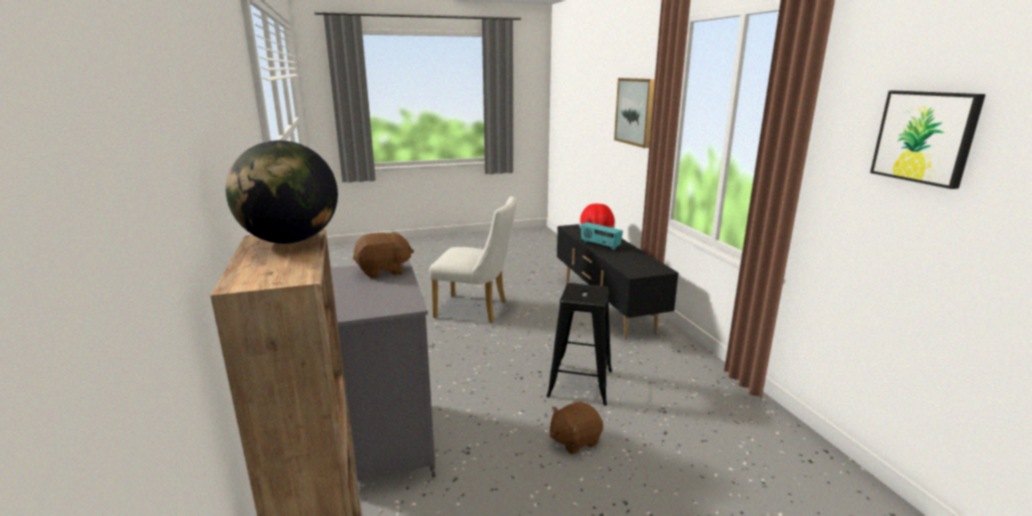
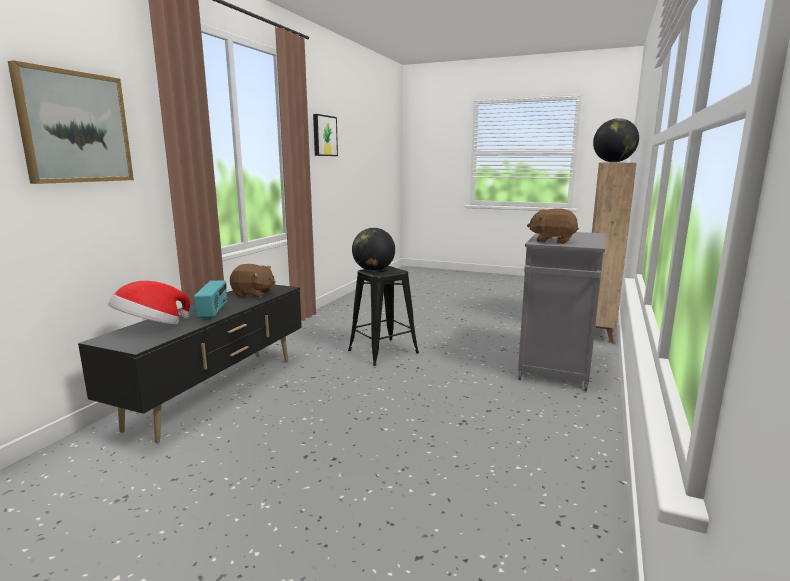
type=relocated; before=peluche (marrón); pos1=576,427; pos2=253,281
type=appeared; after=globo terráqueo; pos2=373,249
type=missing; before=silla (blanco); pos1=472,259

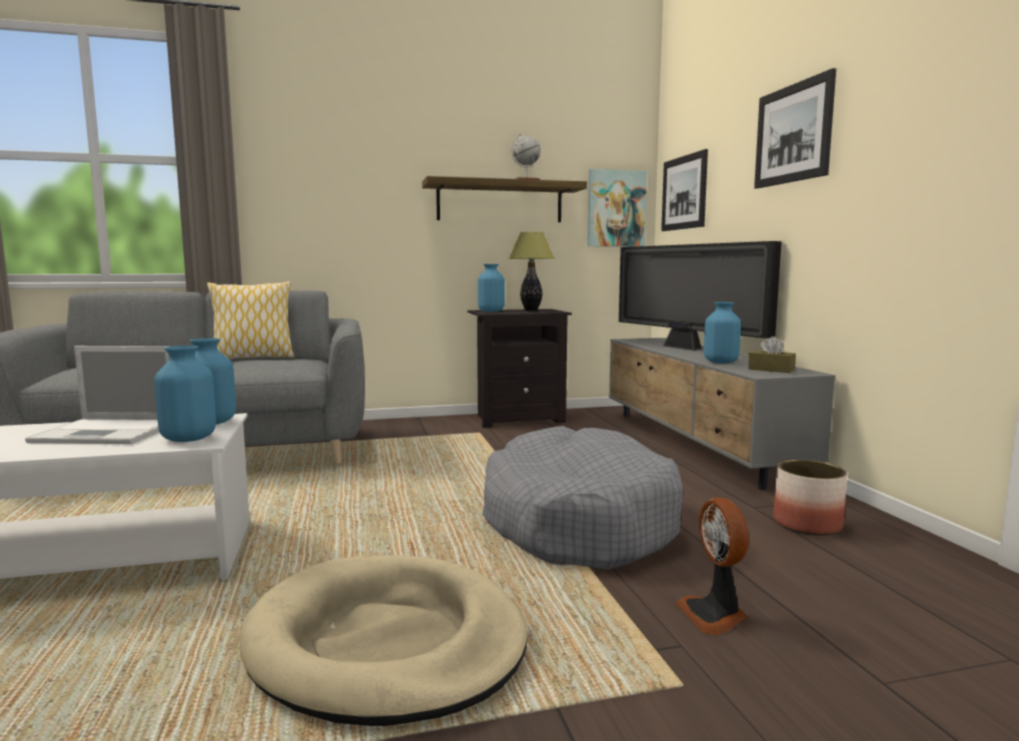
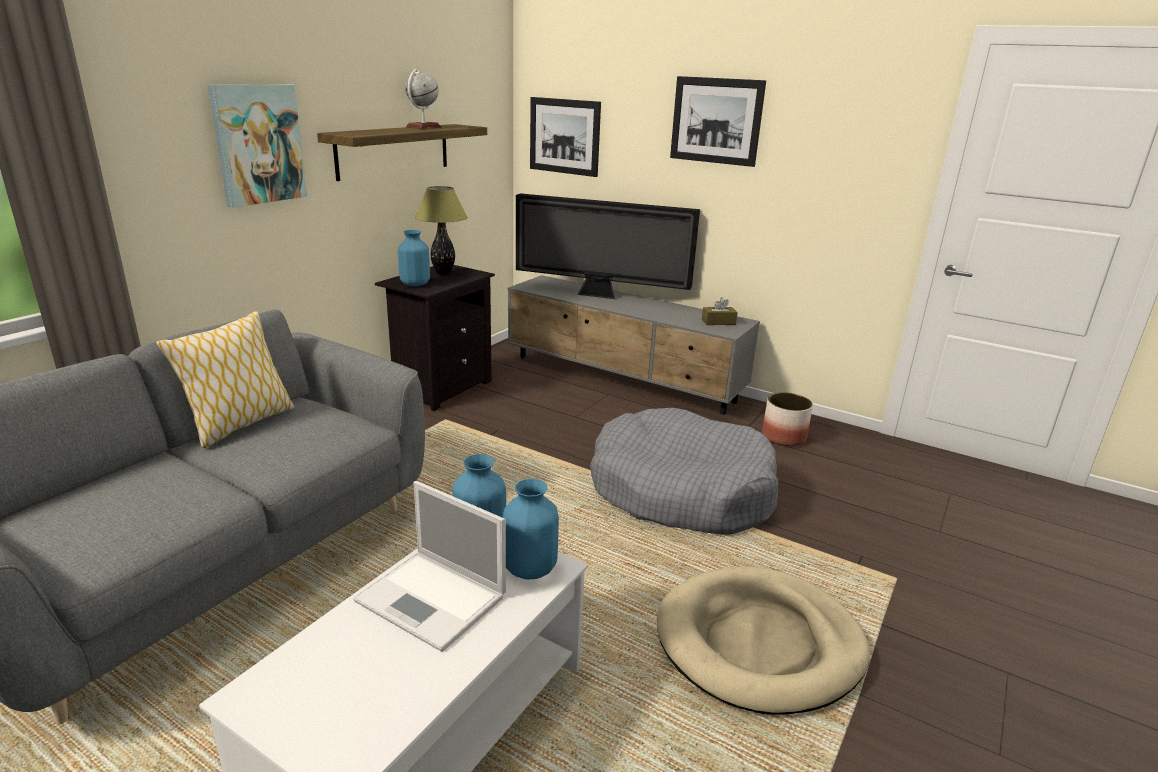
type=relocated; before=cuadro; pos1=617,208; pos2=257,146
type=spun; before=portátil; pos1=98,395; pos2=429,566; turn=75
type=missing; before=ventilador; pos1=712,566
type=missing; before=florero (azul); pos1=722,332

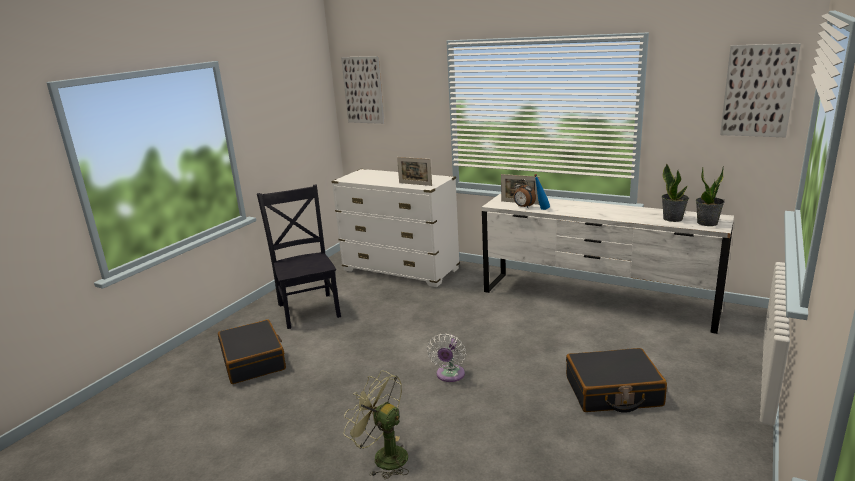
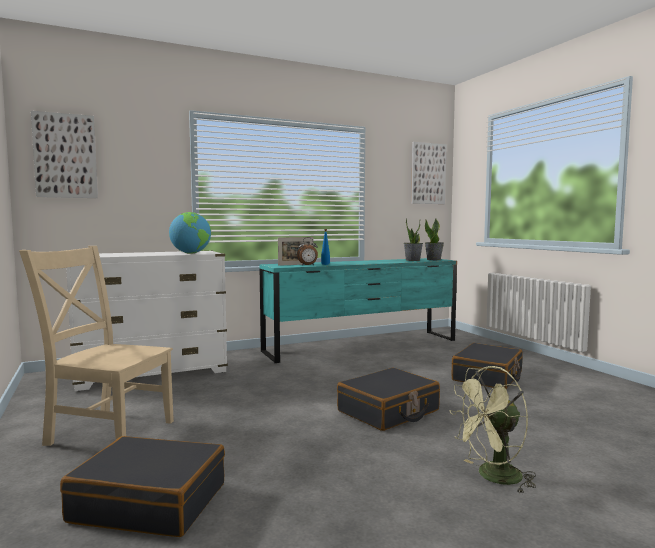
type=colour; before=silla (negro); after=silla (beis); pos1=299,256; pos2=96,346
type=exchanged; before=portarretratos; after=globo terráqueo; pos1=414,171; pos2=190,233
type=colour; before=cómoda (blanco); after=cómoda (turquesa); pos1=608,264; pos2=358,310
type=exchanged; before=ventilador (blanco); after=maleta (negro); pos1=446,358; pos2=388,399

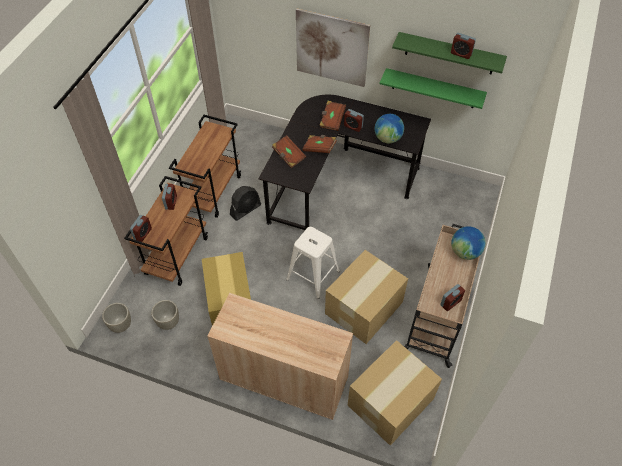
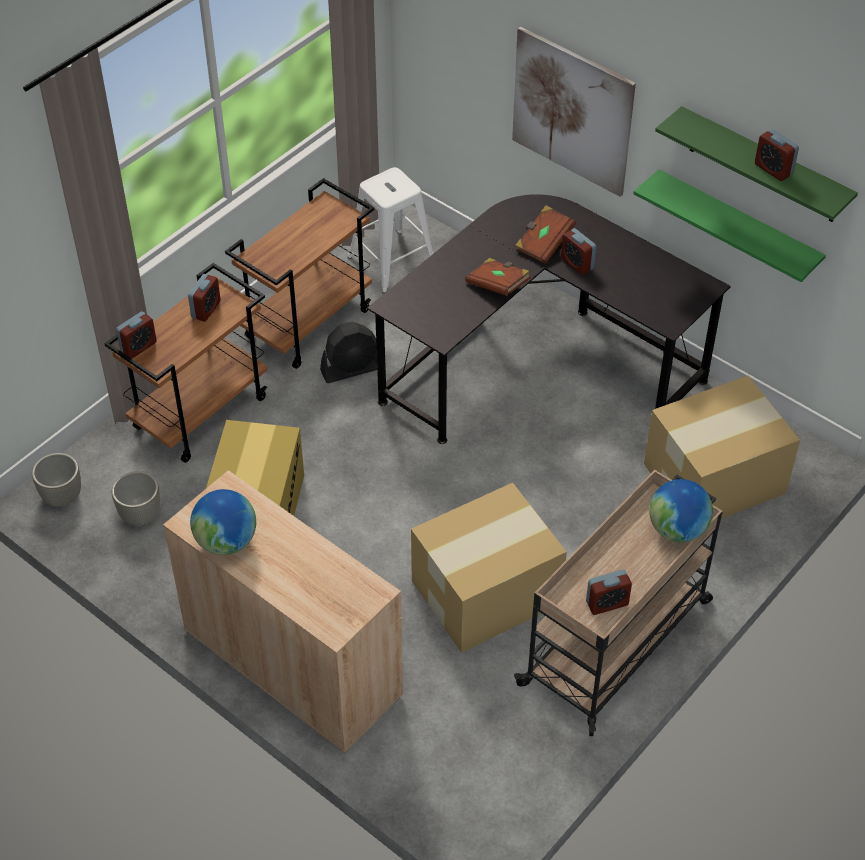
type=relocated; before=globo terráqueo; pos1=389,128; pos2=223,522
type=relocated; before=taburete (blanco); pos1=313,263; pos2=390,230
type=relocated; before=caja de cartón; pos1=395,393; pos2=722,447
type=missing; before=libro (marrón); pos1=289,151

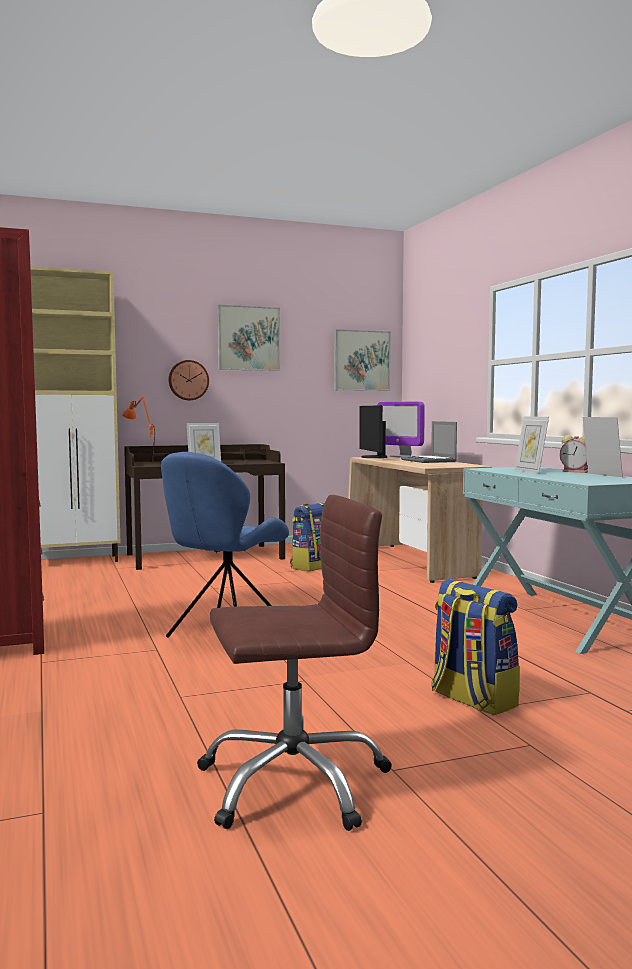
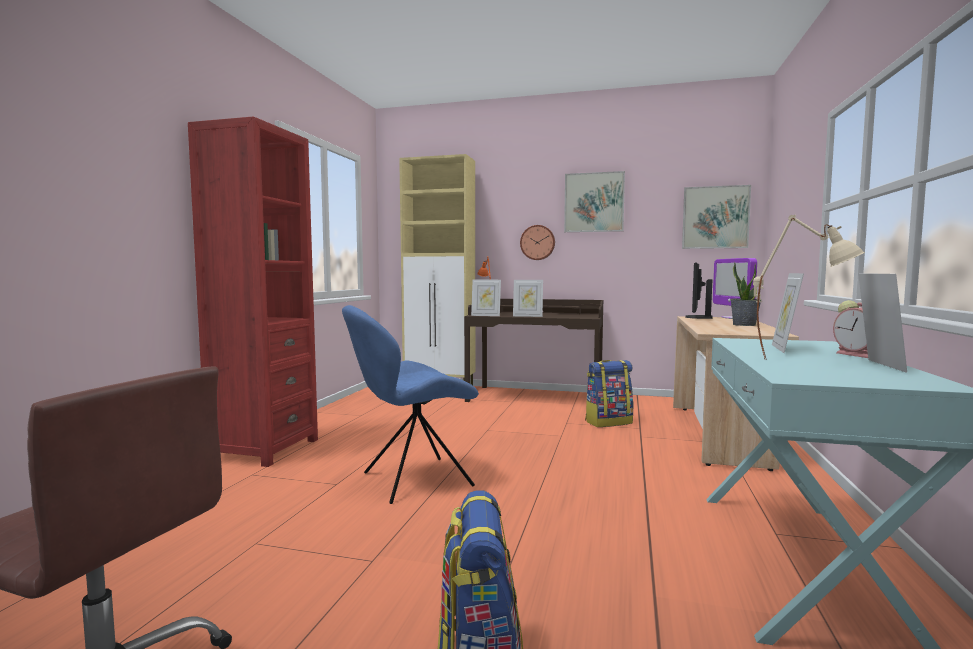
type=appeared; after=portarretratos; pos2=486,298
type=exchanged; before=portátil; after=planta en maceta; pos1=429,442; pos2=745,294
type=appeared; after=lámpara de mesa (beis); pos2=809,287

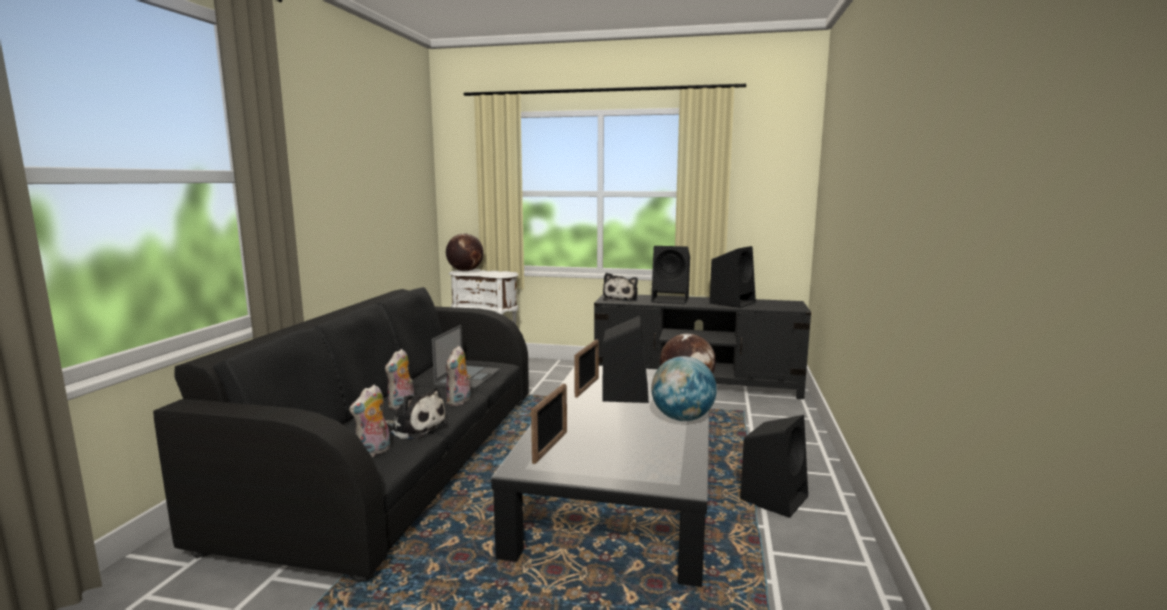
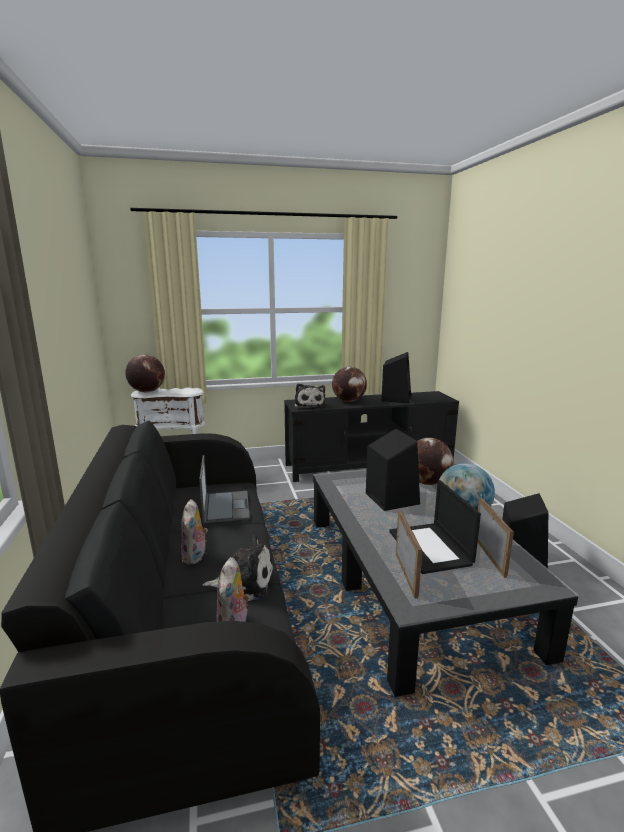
type=exchanged; before=altavoz (negro); after=globo terráqueo; pos1=670,275; pos2=349,384
type=appeared; after=portátil; pos2=435,527
type=relocated; before=portarretratos; pos1=587,369; pos2=496,537
type=missing; before=peluche; pos1=458,376

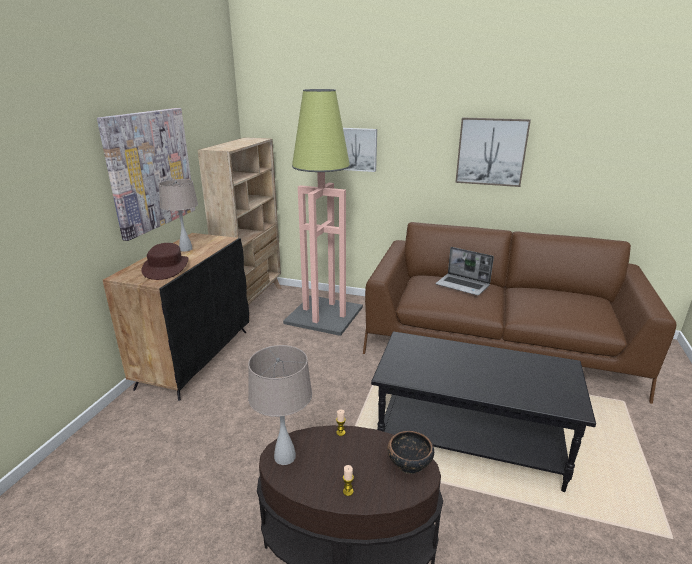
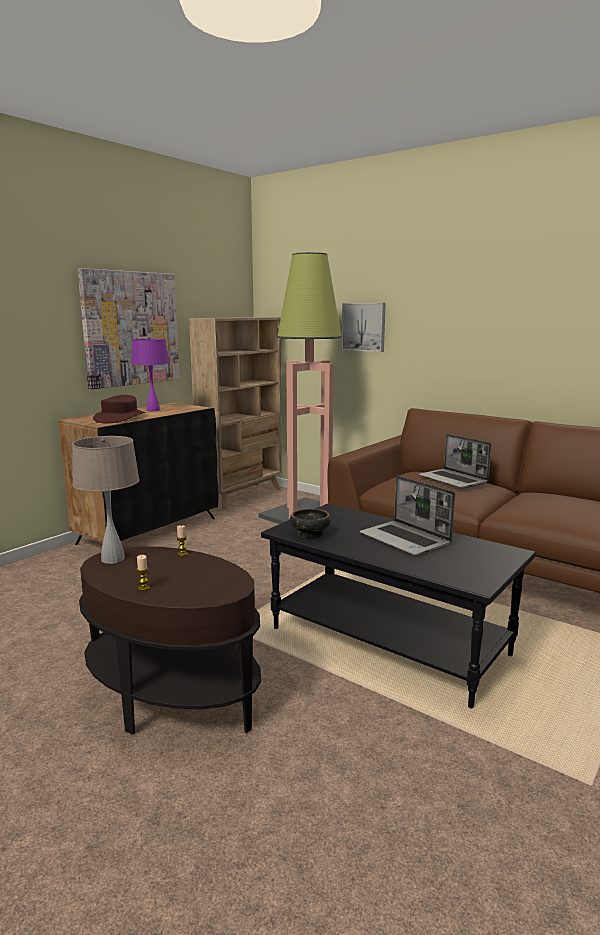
type=colour; before=lámpara de mesa (beis); after=lámpara de mesa (morado); pos1=178,215; pos2=150,374
type=relocated; before=cuenco; pos1=410,452; pos2=310,523
type=appeared; after=portátil; pos2=407,516
type=missing; before=cuadro; pos1=493,152

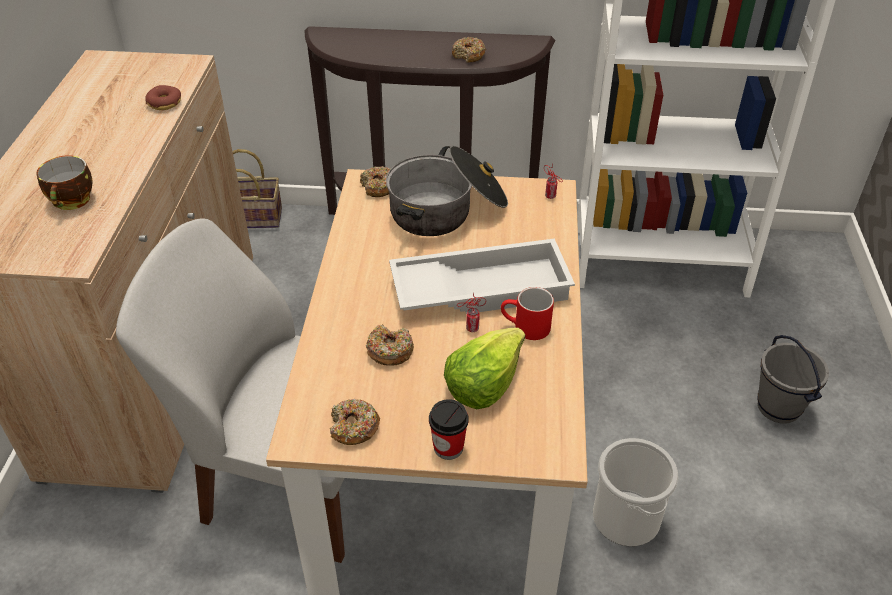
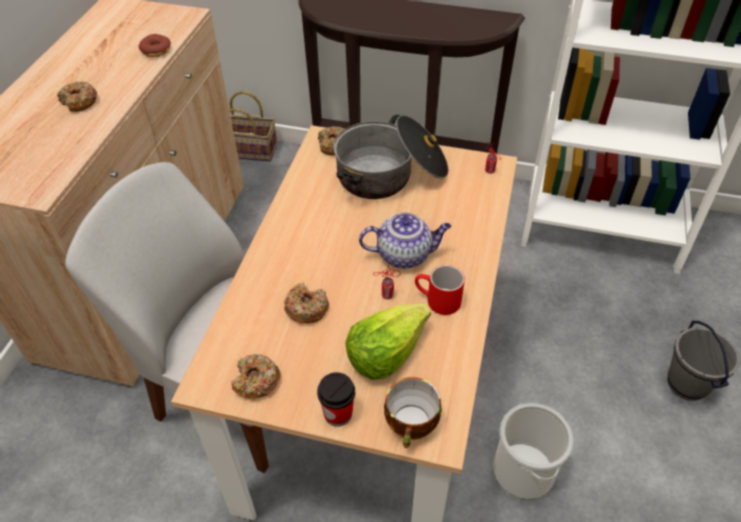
type=relocated; before=rosquilla; pos1=469,50; pos2=77,96
type=exchanged; before=bandeja (blanco); after=tetera; pos1=482,276; pos2=405,240
type=relocated; before=taza; pos1=64,182; pos2=413,412

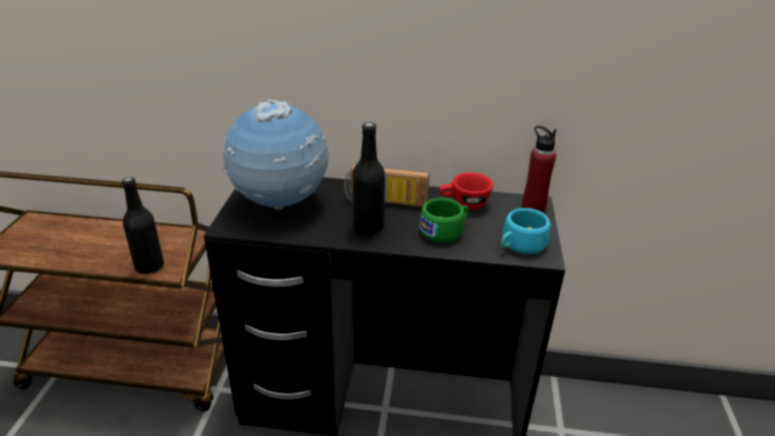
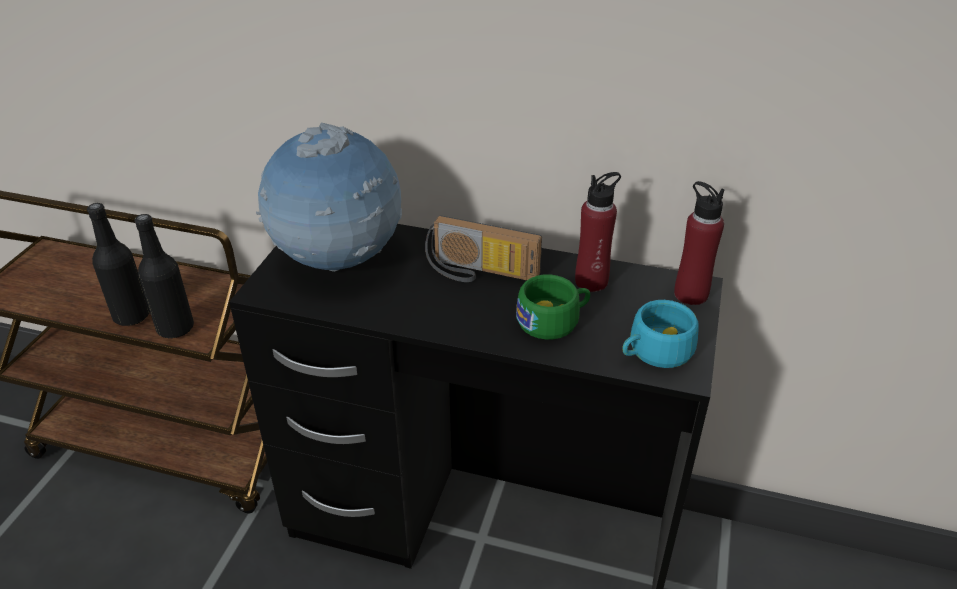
type=relocated; before=botella (negro); pos1=368,179; pos2=118,264
type=exchanged; before=taza (rojo); after=botella (rojo); pos1=466,191; pos2=598,232

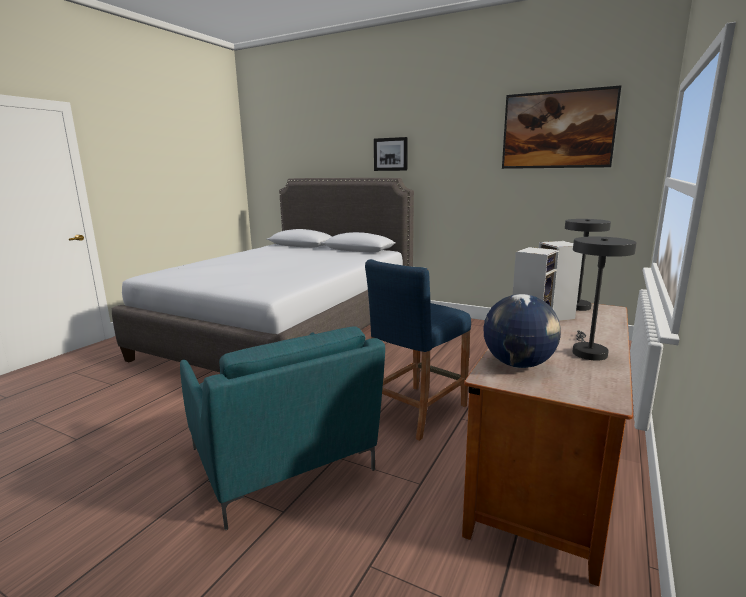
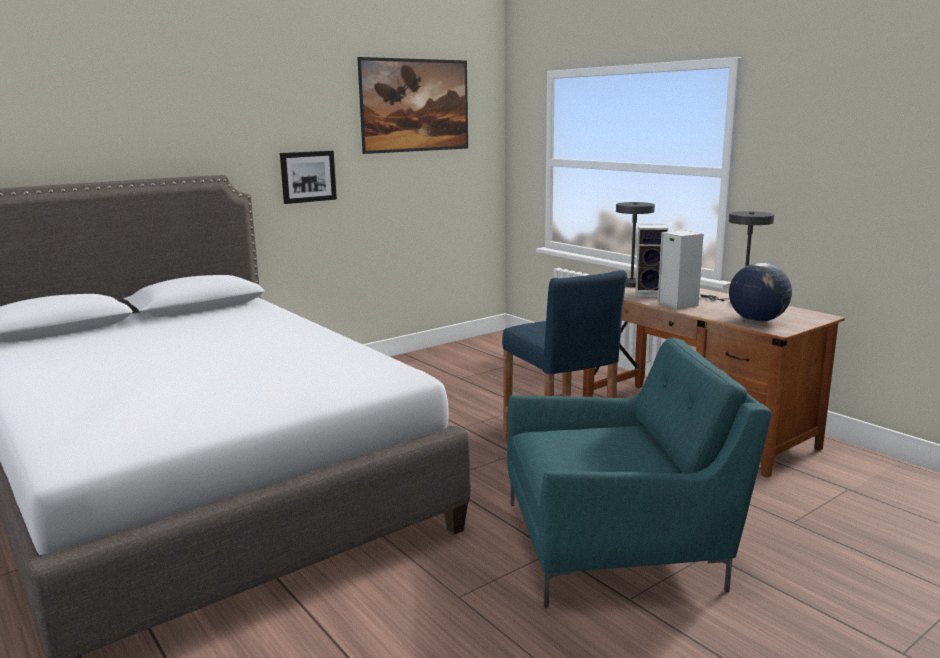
type=relocated; before=cuadro; pos1=391,154; pos2=308,177

